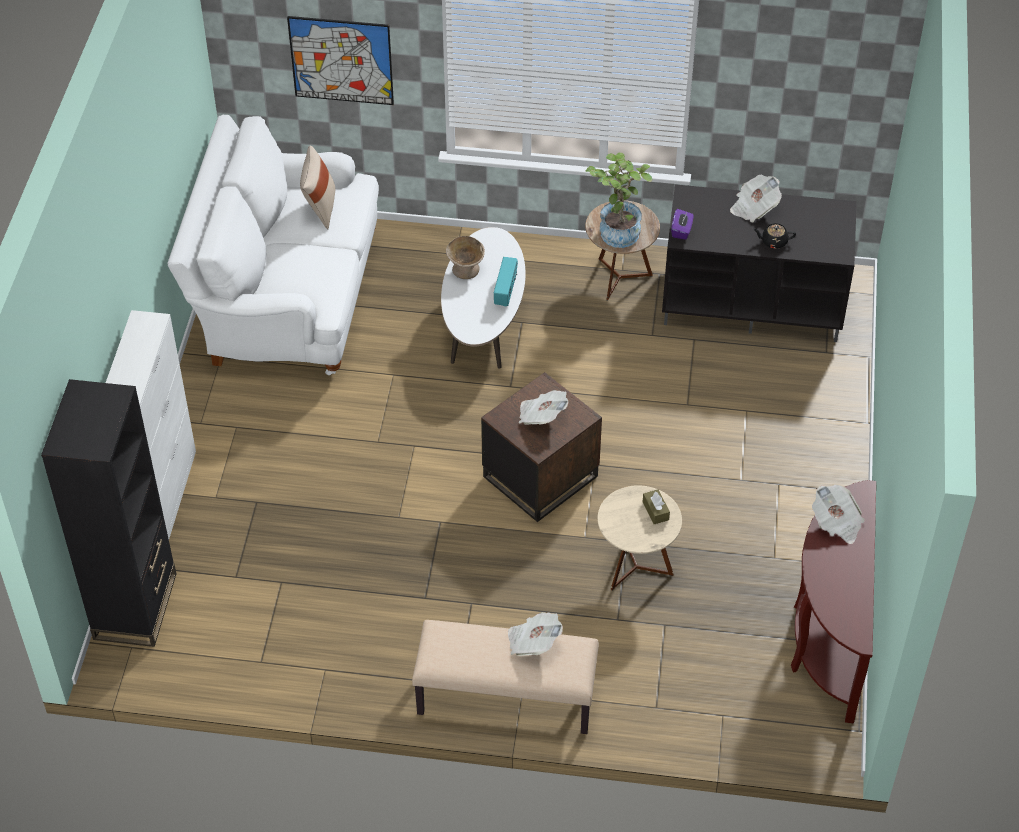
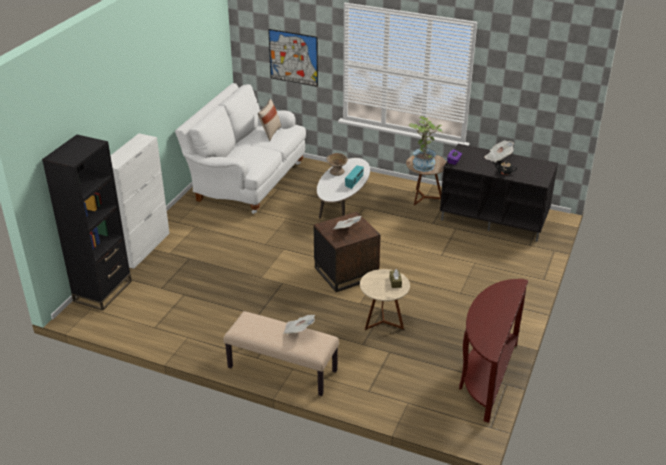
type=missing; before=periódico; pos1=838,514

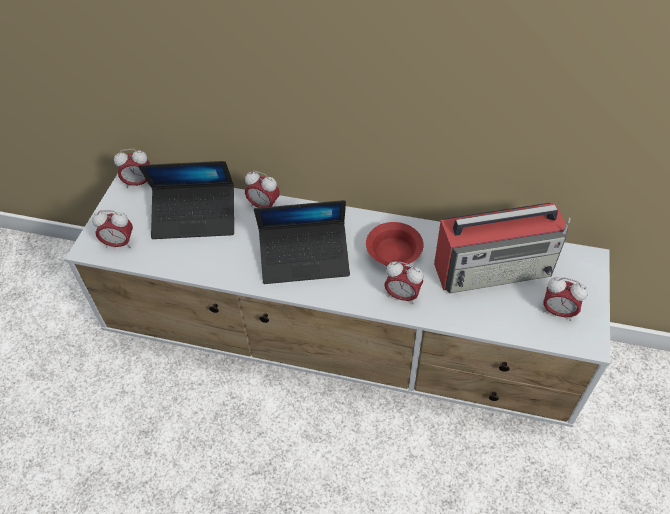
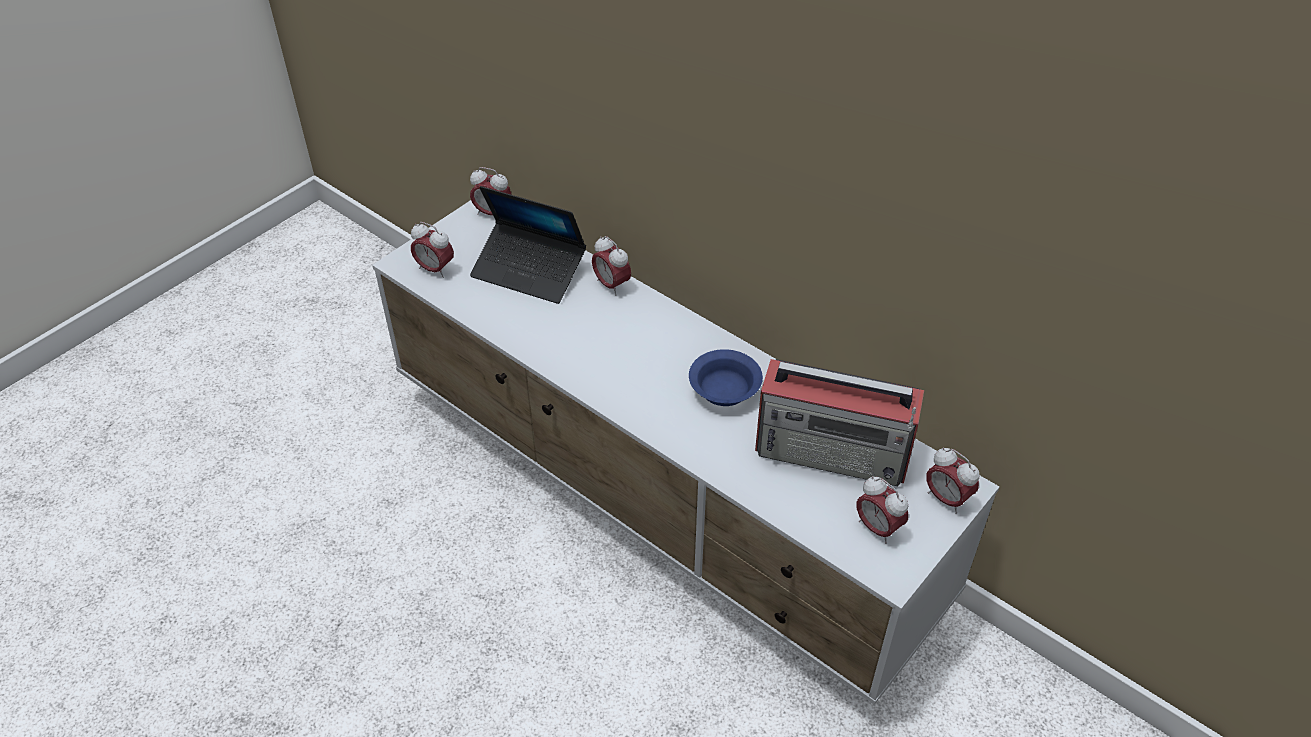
type=colour; before=cuenco (rojo); after=cuenco (azul); pos1=395,244; pos2=726,377
type=relocated; before=despertador; pos1=404,282; pos2=953,480
type=missing; before=portátil; pos1=302,242

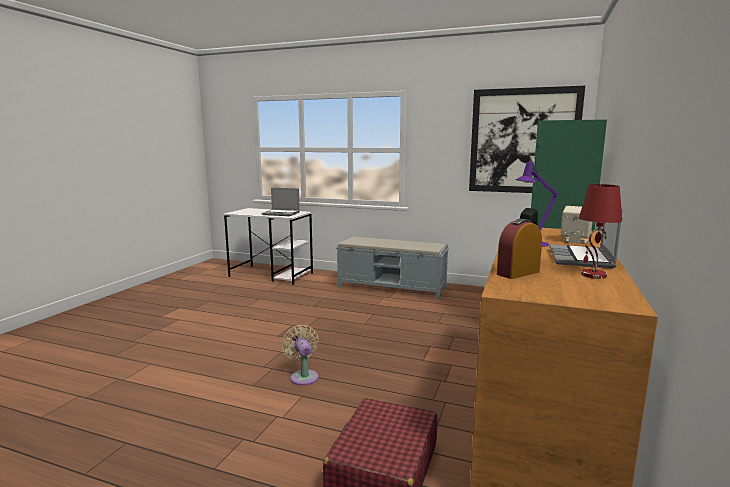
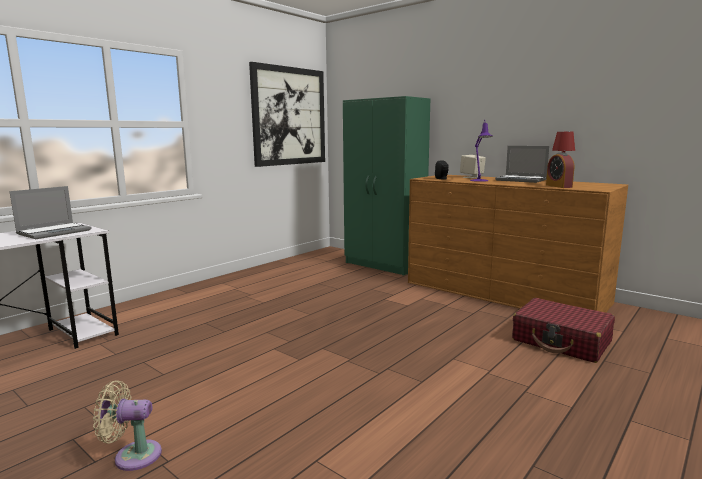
type=relocated; before=ventilador (beis); pos1=300,355; pos2=127,425
type=missing; before=banco (gris); pos1=392,268

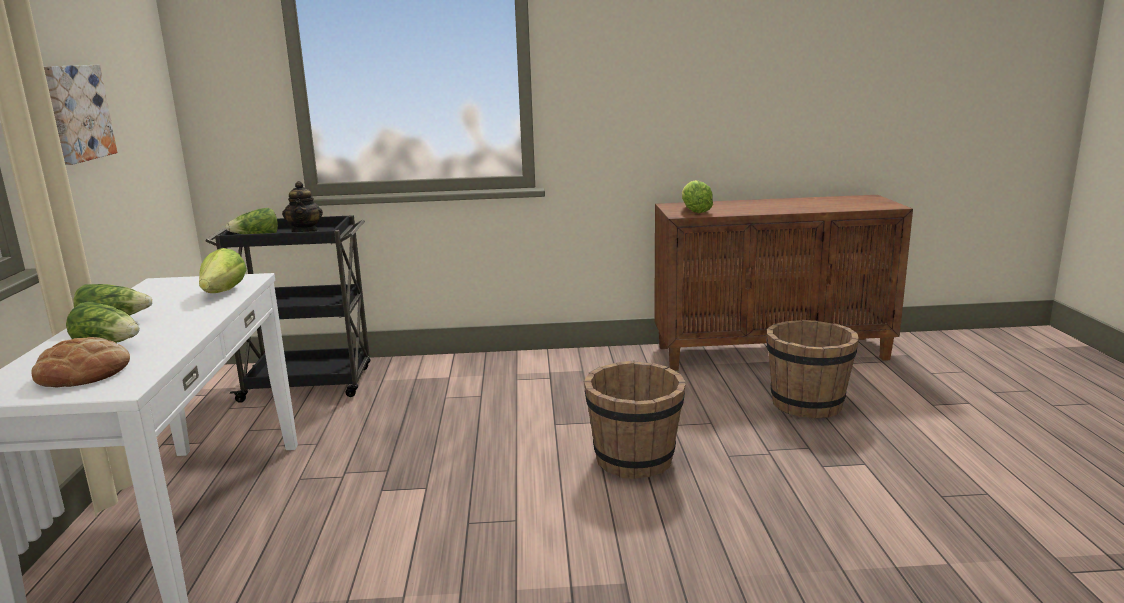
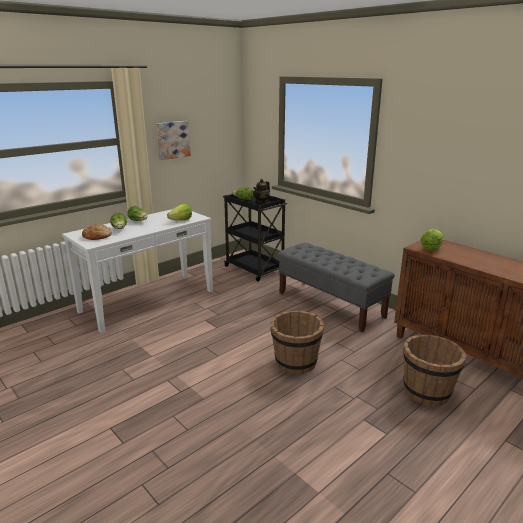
type=appeared; after=banco (gris); pos2=336,287

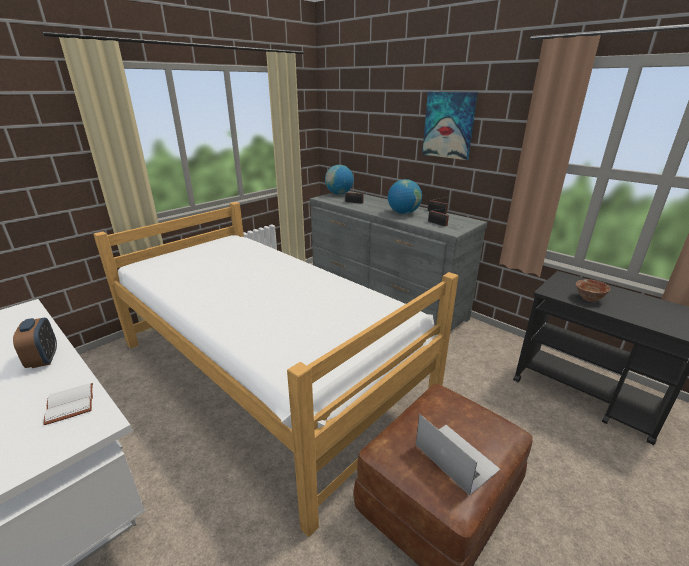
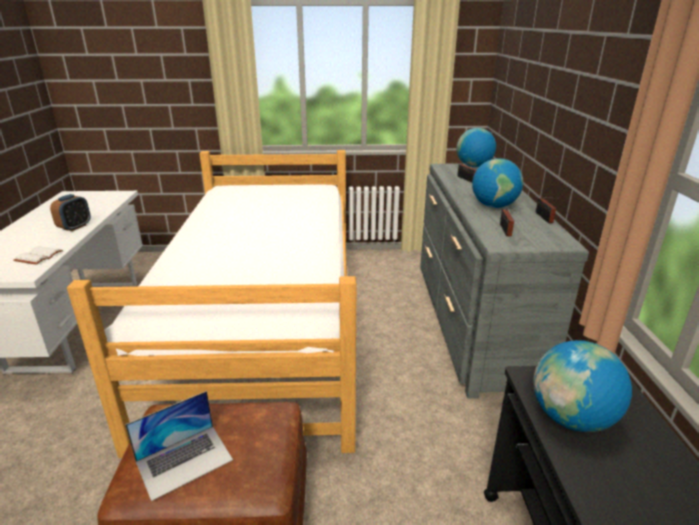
type=spun; before=portátil; pos1=458,455; pos2=179,446; turn=45
type=exchanged; before=cuenco; after=globo terráqueo; pos1=593,290; pos2=582,386
type=missing; before=cuadro; pos1=450,126

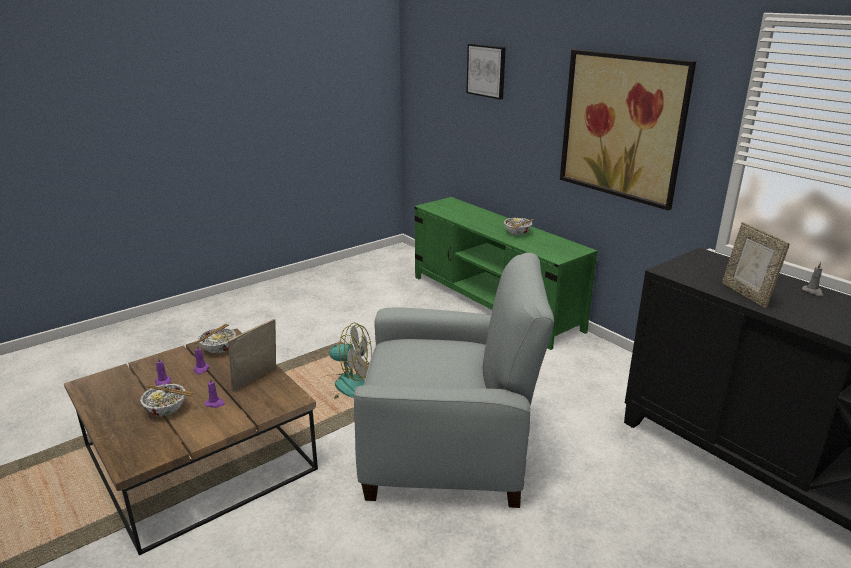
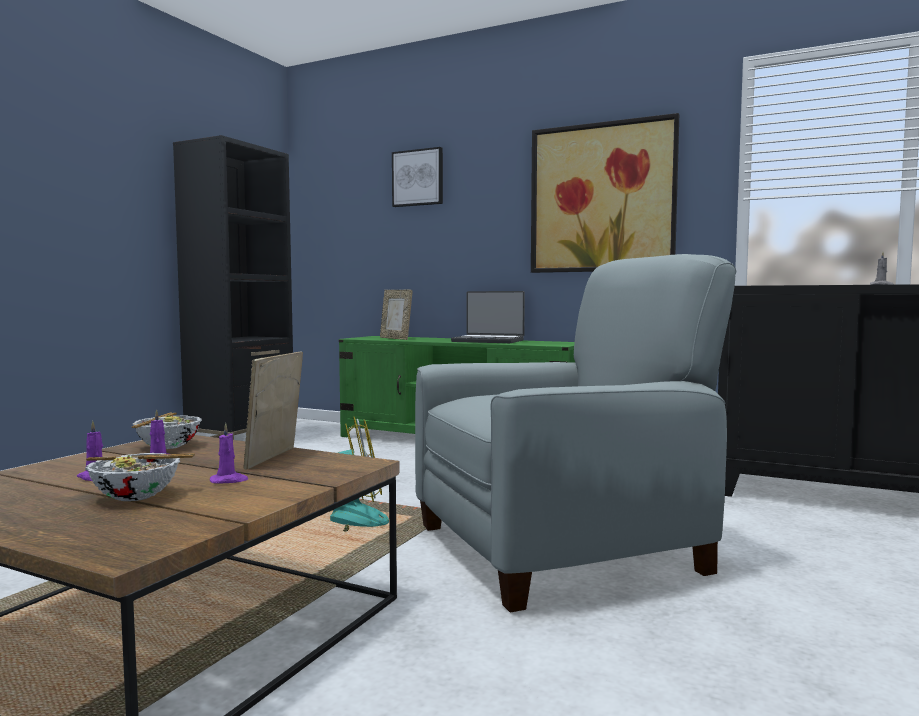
type=appeared; after=estantería (negro); pos2=233,287
type=relocated; before=portarretratos; pos1=756,265; pos2=396,315
type=exchanged; before=cuenco; after=portátil; pos1=519,226; pos2=488,317

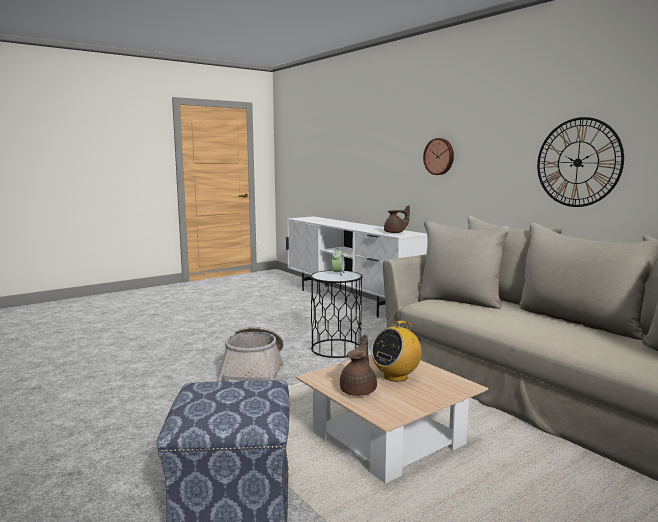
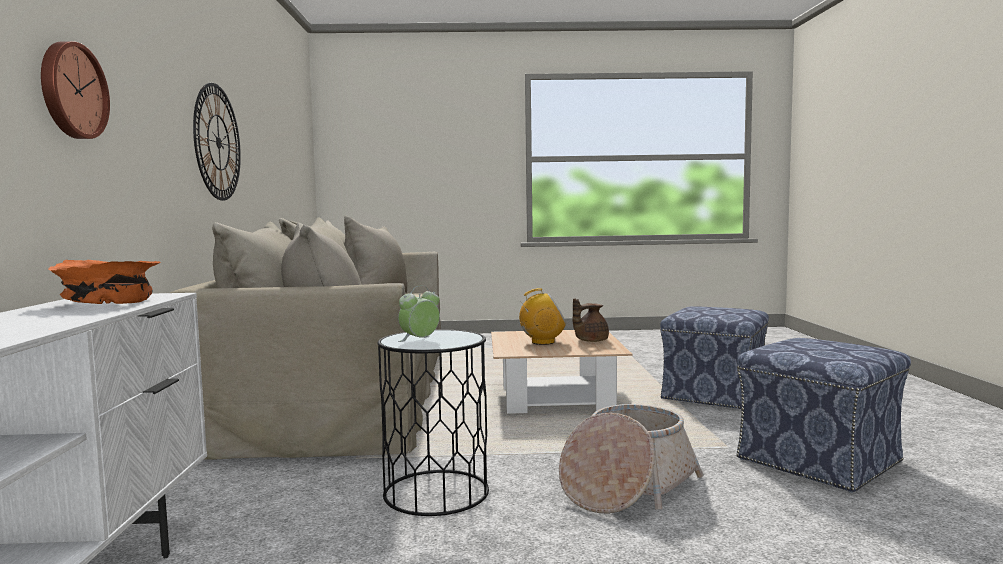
type=exchanged; before=tetera (marrón); after=cuenco (naranja); pos1=397,219; pos2=104,282
type=appeared; after=puf; pos2=823,415

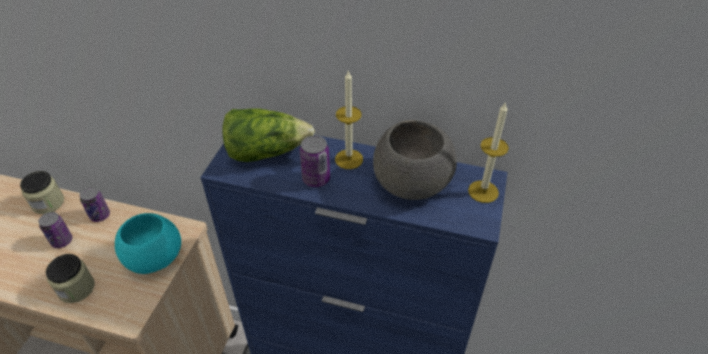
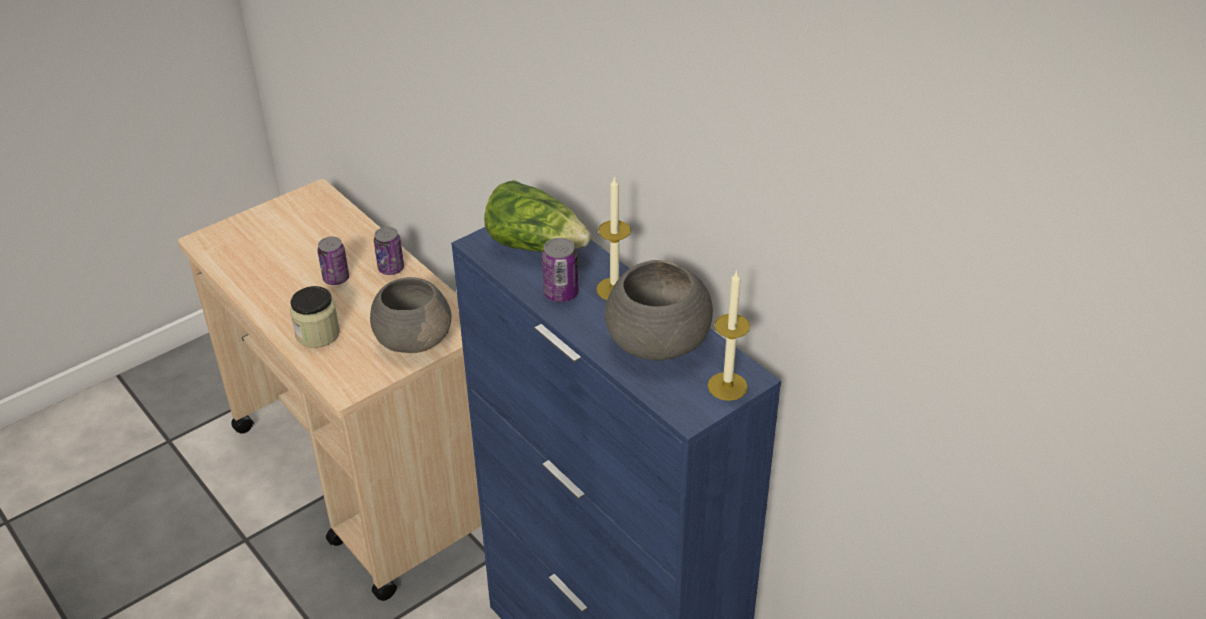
type=colour; before=cuenco (turquesa); after=cuenco (gris); pos1=148,243; pos2=410,315
type=missing; before=tarro; pos1=42,192

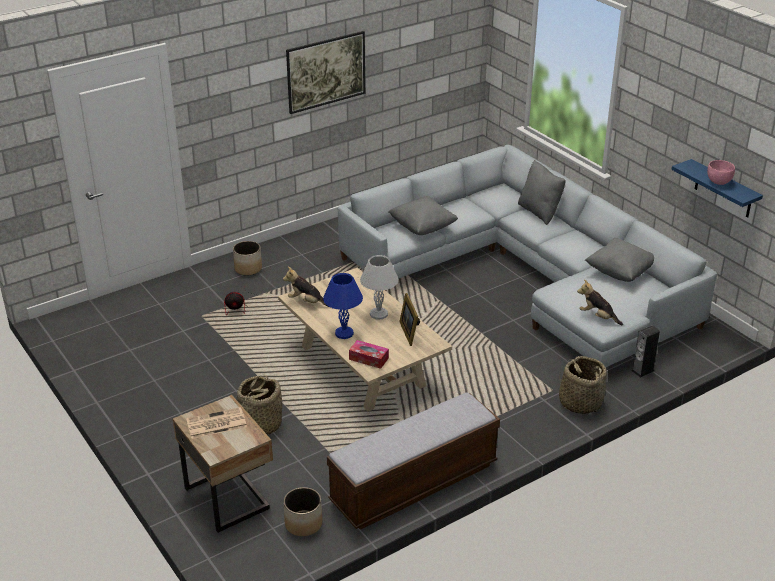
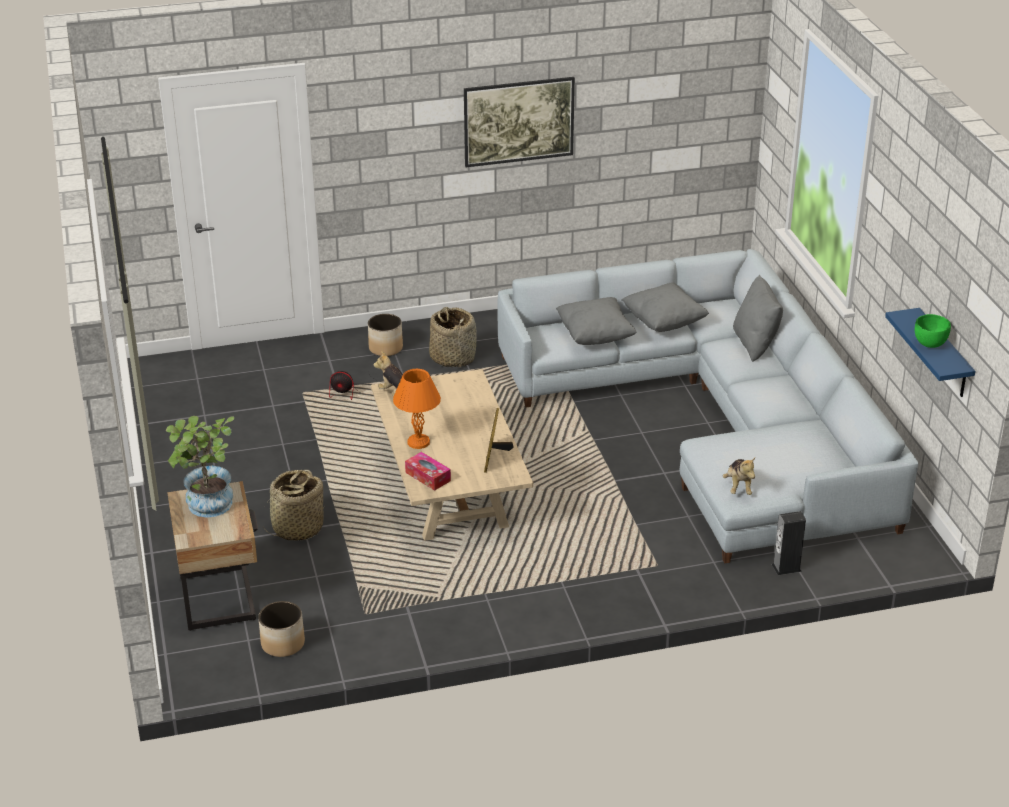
type=exchanged; before=periódico; after=planta en maceta; pos1=216,423; pos2=200,467
type=colour; before=lámpara de mesa (azul); after=lámpara de mesa (naranja); pos1=343,306; pos2=417,409
type=relocated; before=cesta; pos1=583,385; pos2=453,337
type=relocated; before=cojín (gris); pos1=619,260; pos2=665,307
type=spun; before=peluche; pos1=600,302; pos2=739,476; turn=-150
type=colour; before=cuenco (rosa); after=cuenco (verde); pos1=721,172; pos2=933,331
type=missing; before=banco; pos1=413,461
type=missing; before=lámpara de mesa (blanco); pos1=379,287

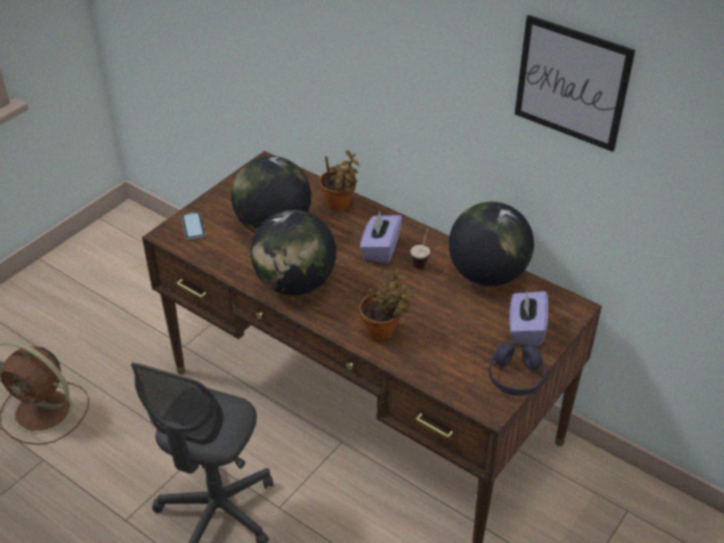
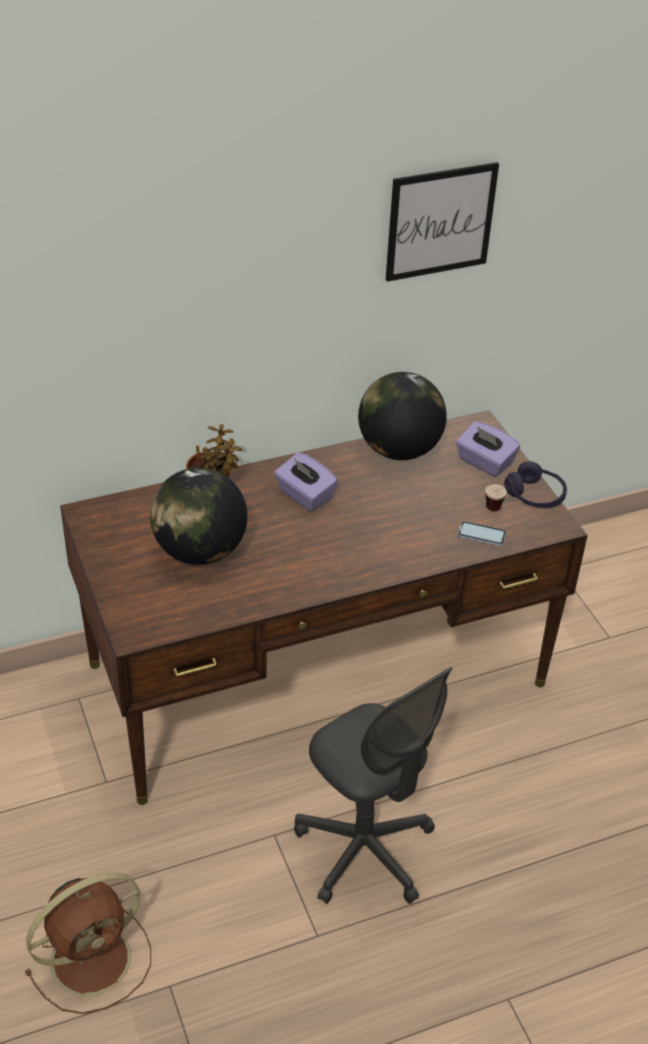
type=relocated; before=móvil; pos1=193,226; pos2=482,533
type=relocated; before=taza; pos1=420,247; pos2=493,487
type=missing; before=globo terráqueo; pos1=293,252
type=missing; before=planta en maceta; pos1=387,305

